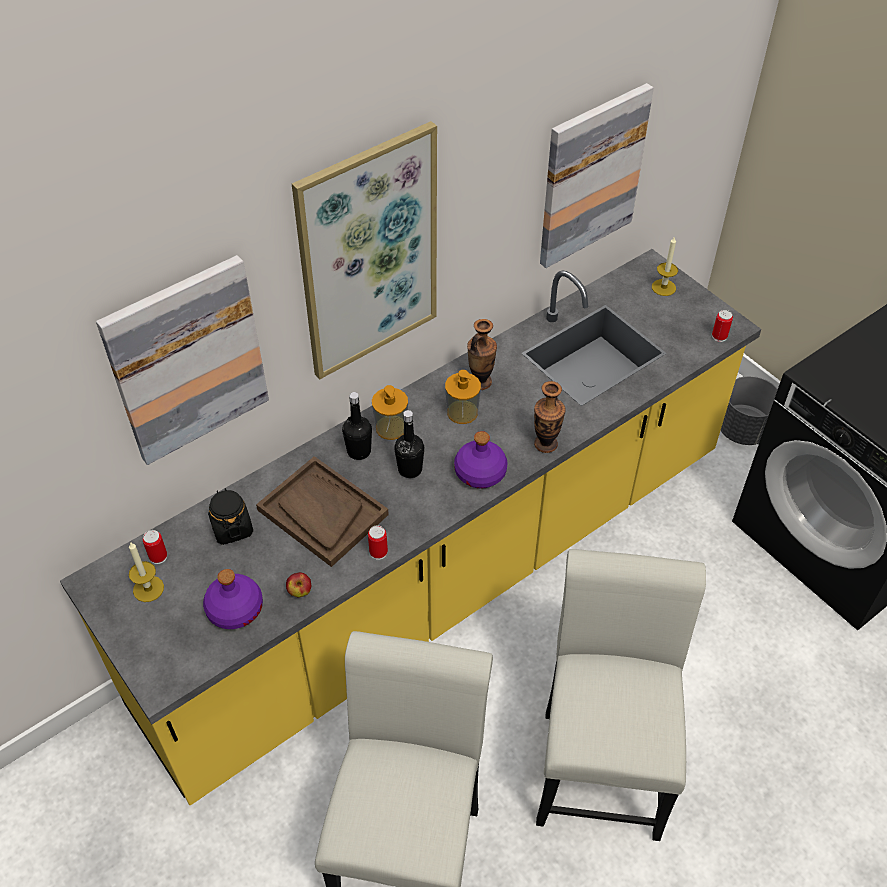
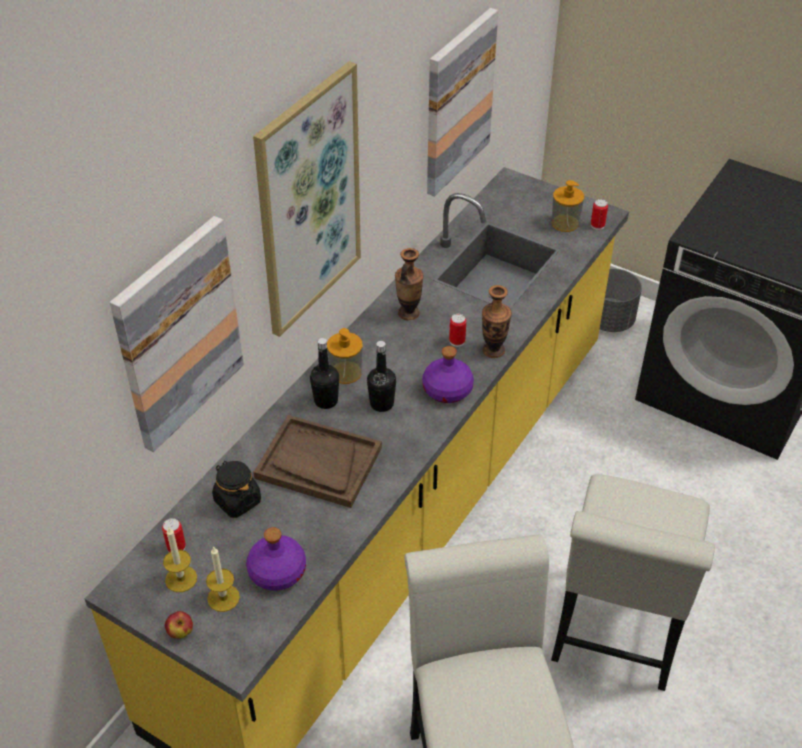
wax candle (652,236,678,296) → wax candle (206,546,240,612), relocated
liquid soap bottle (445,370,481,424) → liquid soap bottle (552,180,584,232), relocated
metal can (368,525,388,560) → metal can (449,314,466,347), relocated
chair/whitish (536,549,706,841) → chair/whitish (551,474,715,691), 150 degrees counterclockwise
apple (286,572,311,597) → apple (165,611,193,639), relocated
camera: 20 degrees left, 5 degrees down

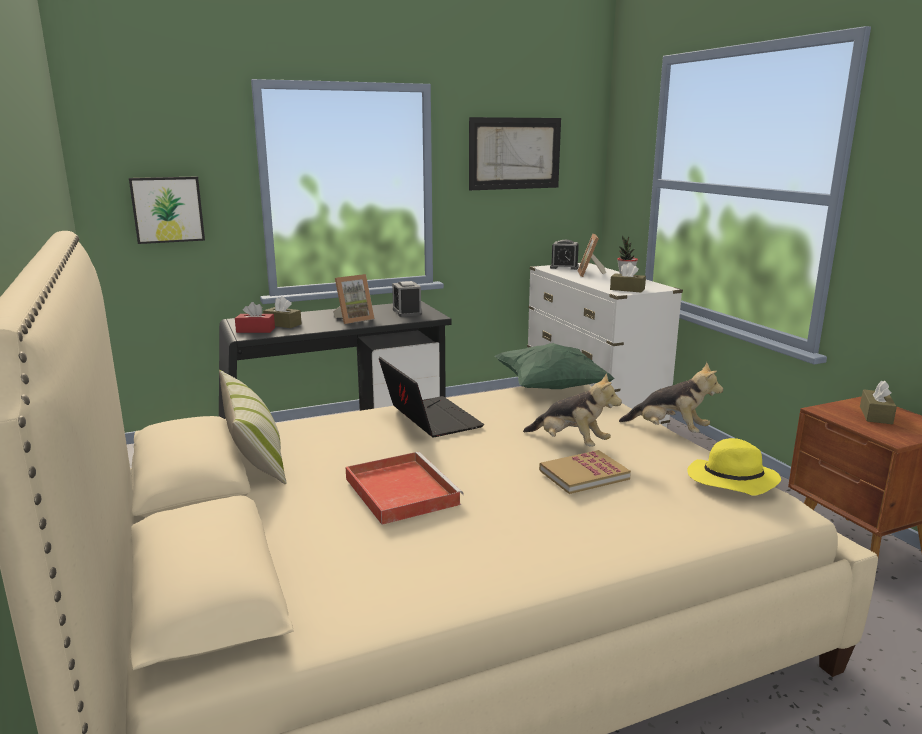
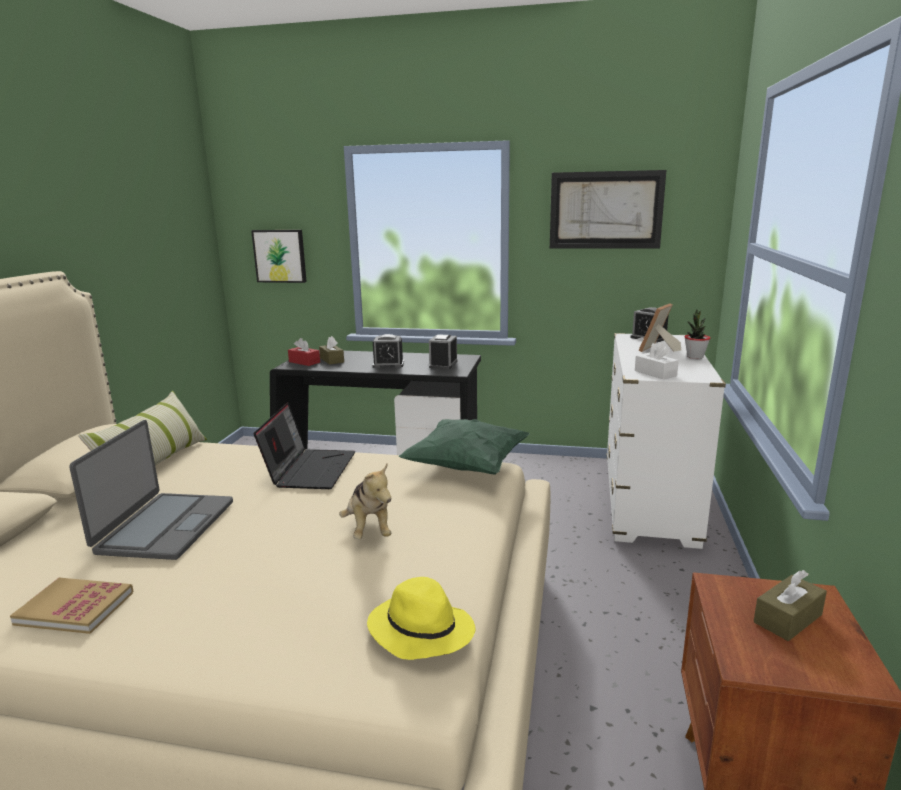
tissue holder/brownish (610,262,646,293) → tissue holder/whitish (635,342,679,379)
standing frame (333,274,375,324) → bedside clock (373,334,404,368)
cuddly toy (619,362,723,433) → -
volume (539,450,631,494) → volume (10,578,134,634), relocated
serving tray/red (346,452,463,525) → notebook computer (69,420,233,560)
camera: 35 degrees right, 0 degrees up

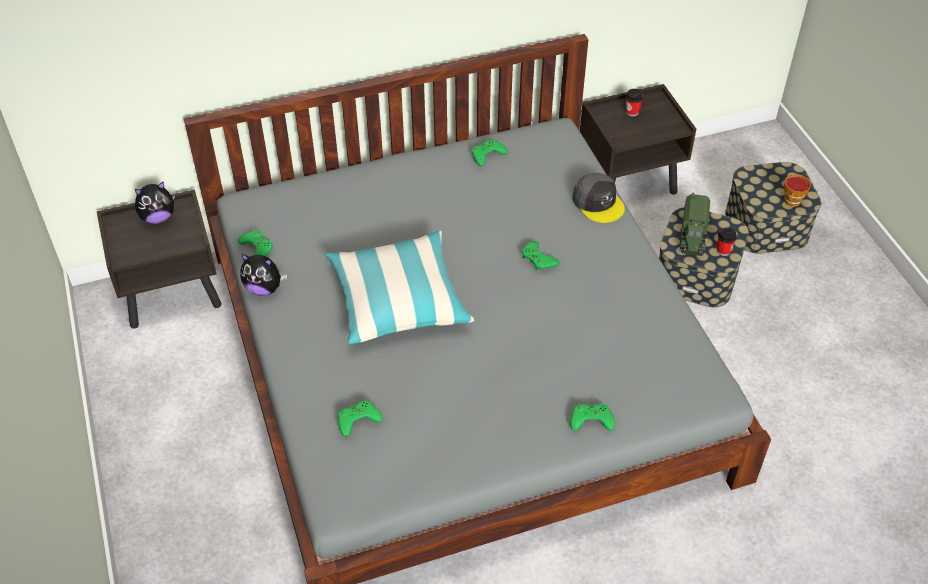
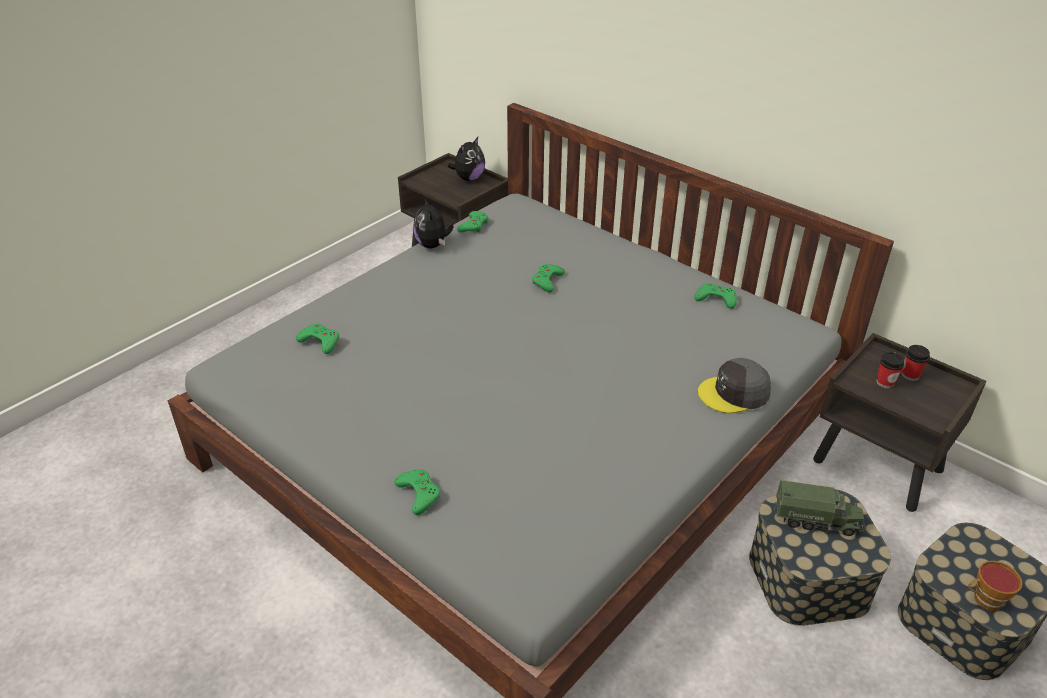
cap/gray (572,173,625,223) → cap/gray (698,358,771,413), 45 degrees clockwise
cuddly toy (135,182,175,224) → cuddly toy (448,137,485,181), 90 degrees counterclockwise
model truck (680,193,710,256) → model truck (774,480,865,536), 150 degrees counterclockwise
drinking cup (717,227,737,256) → drinking cup (876,352,904,388), relocated
throw pillow (324,231,474,344) → -
joypad/greenish (522,241,559,270) → joypad/greenish (532,264,565,292), relocated
camera: 60 degrees right, 10 degrees down

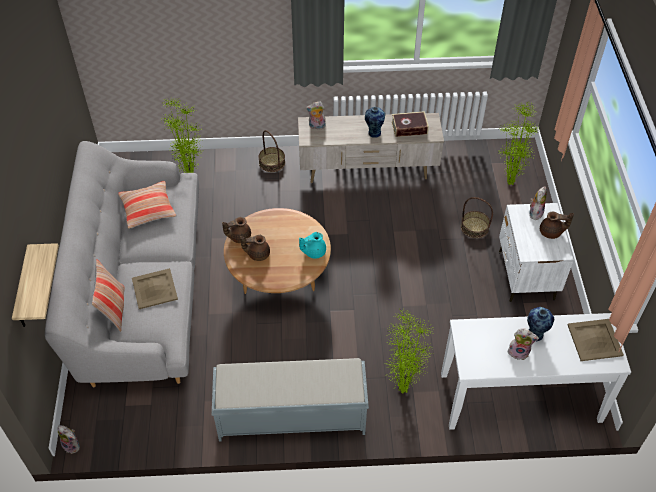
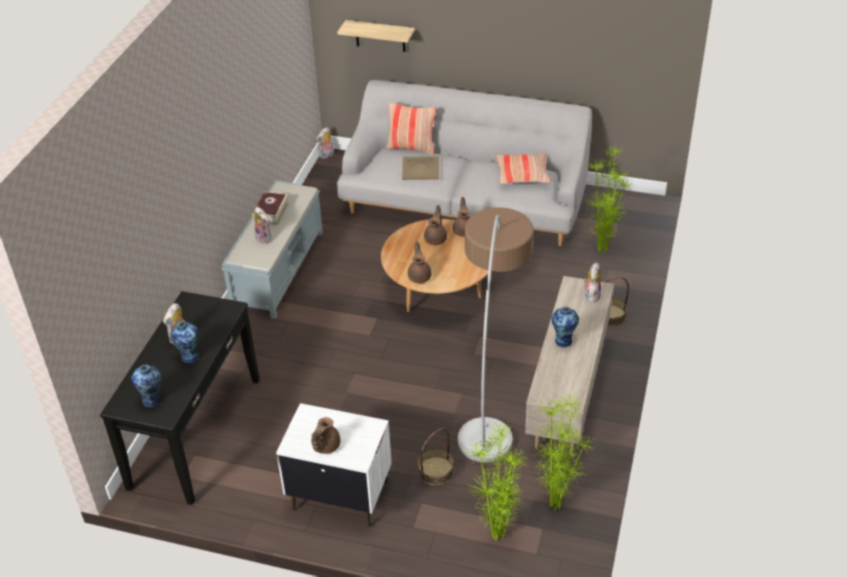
volume (392,111,429,137) → volume (252,192,289,226), relocated
cuddly toy (530,186,547,220) → cuddly toy (254,207,271,244), relocated
teapot/turquoise (299,232,326,259) → teapot/brownish (408,241,432,283)
potted plant (385,309,434,394) → potted plant (535,394,594,510), relocated
narrow table/whitish (441,313,631,430) → narrow table/black-coloured (100,291,260,505)
serving tray/beige-coloured (567,319,624,361) → decorative vase (131,365,162,407)
- → standard lamp (458,207,534,462)
camera: 110 degrees right, 10 degrees down

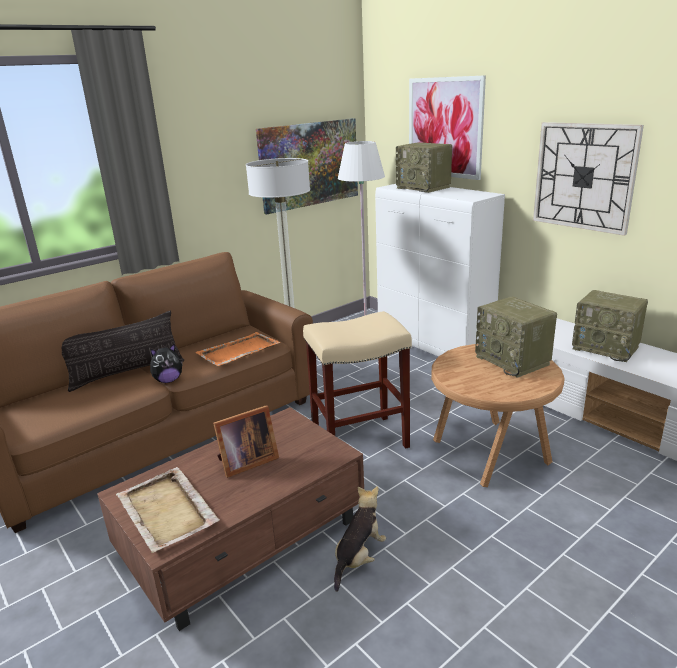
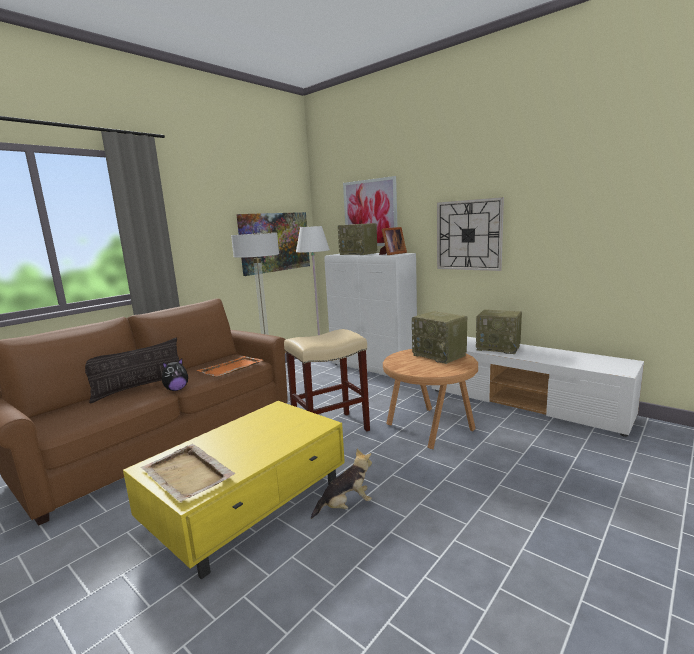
standing frame (213,405,279,478) → standing frame (379,227,407,255), relocated
low table/brownish (97,407,364,631) → low table/yellowish (123,401,345,579)
cuddly toy (334,486,386,592) → cuddly toy (311,449,372,519), 45 degrees clockwise
camera: 10 degrees left, 10 degrees down

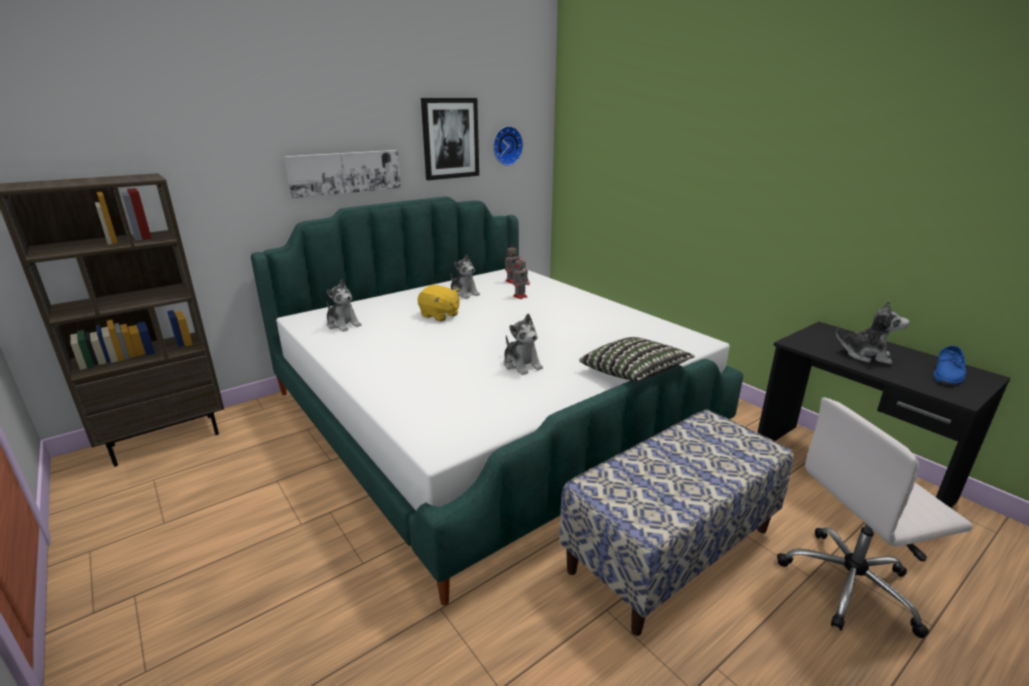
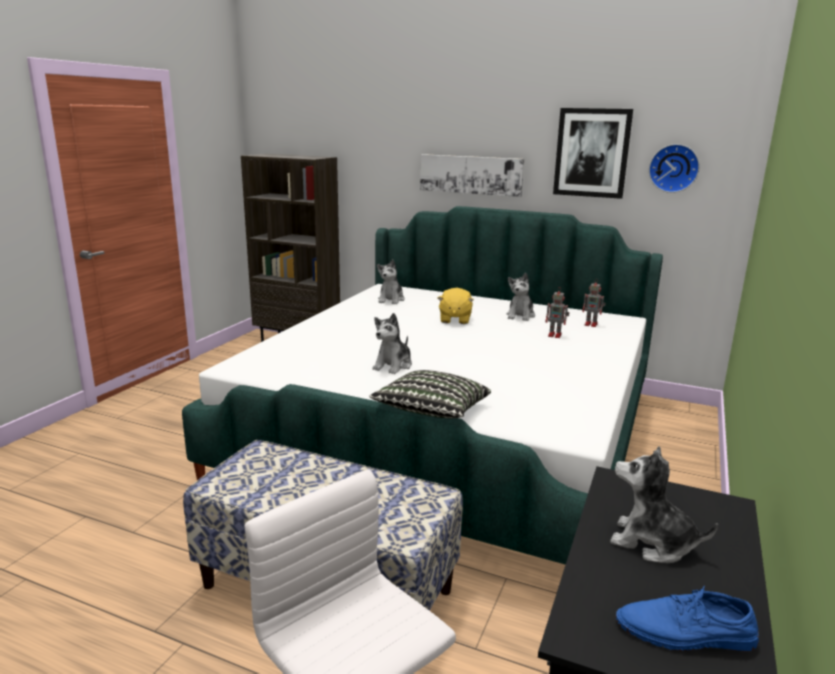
cuddly toy (836,300,910,364) → cuddly toy (610,446,718,563), 120 degrees clockwise
camera: 60 degrees right, 5 degrees down

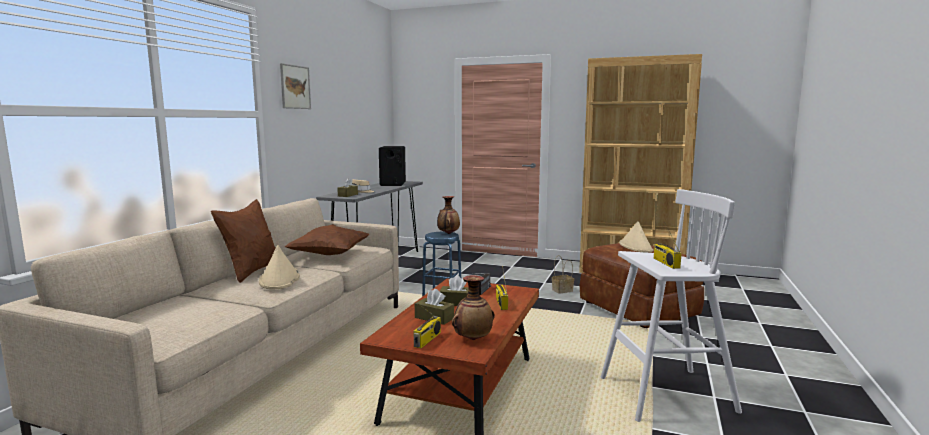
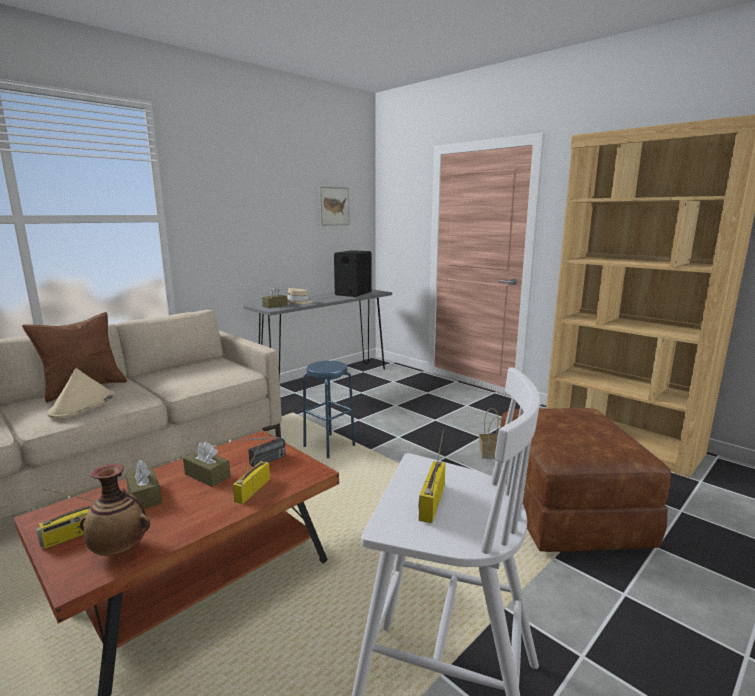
wall art (280,63,311,109) → wall art (319,186,349,226), relocated
decorative vase (437,196,460,234) → -
clothing hat/beige-coloured (619,221,653,253) → -
throw pillow/brownish (284,224,370,255) → -
camera: 25 degrees right, 5 degrees up

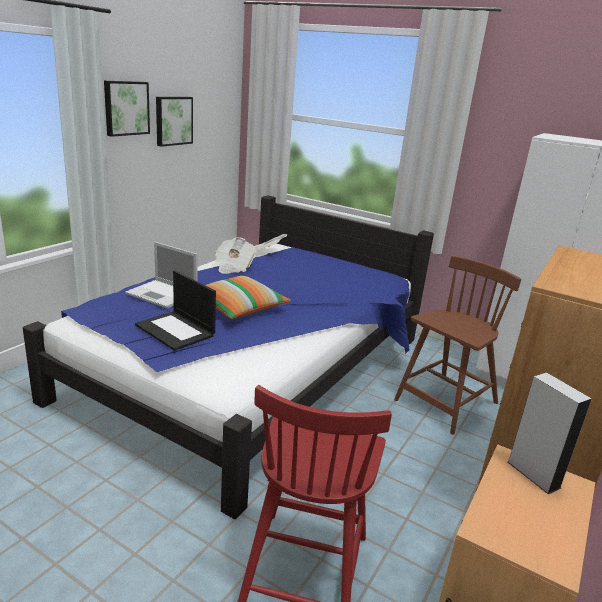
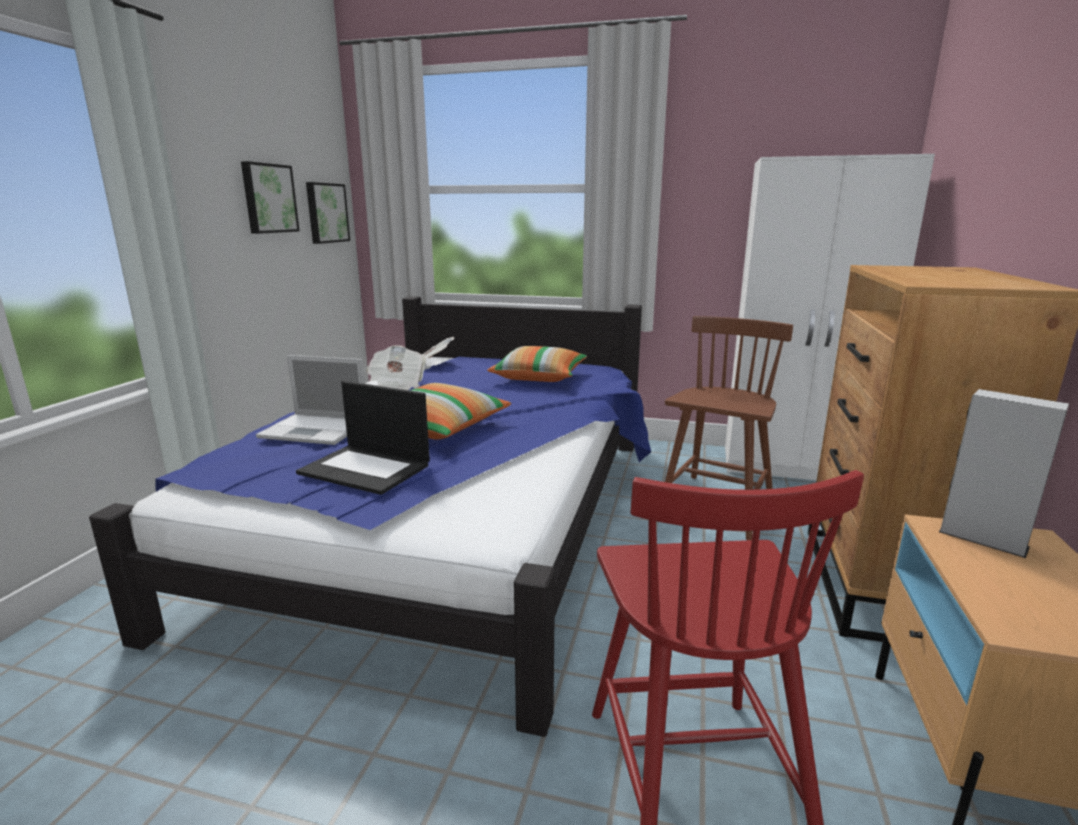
wall art (104,81,150,137) → wall art (306,182,350,244), relocated
- → throw pillow (487,346,587,382)
camera: 15 degrees left, 5 degrees down

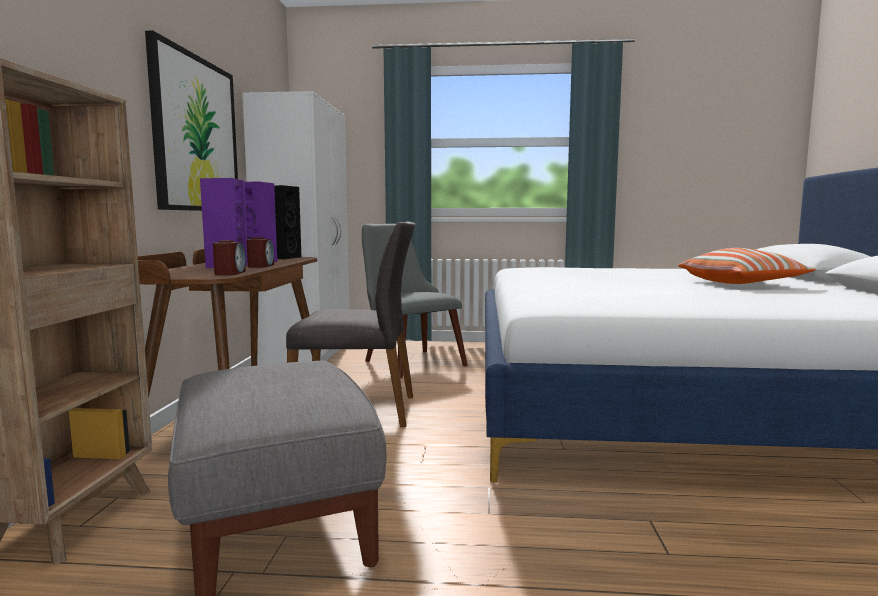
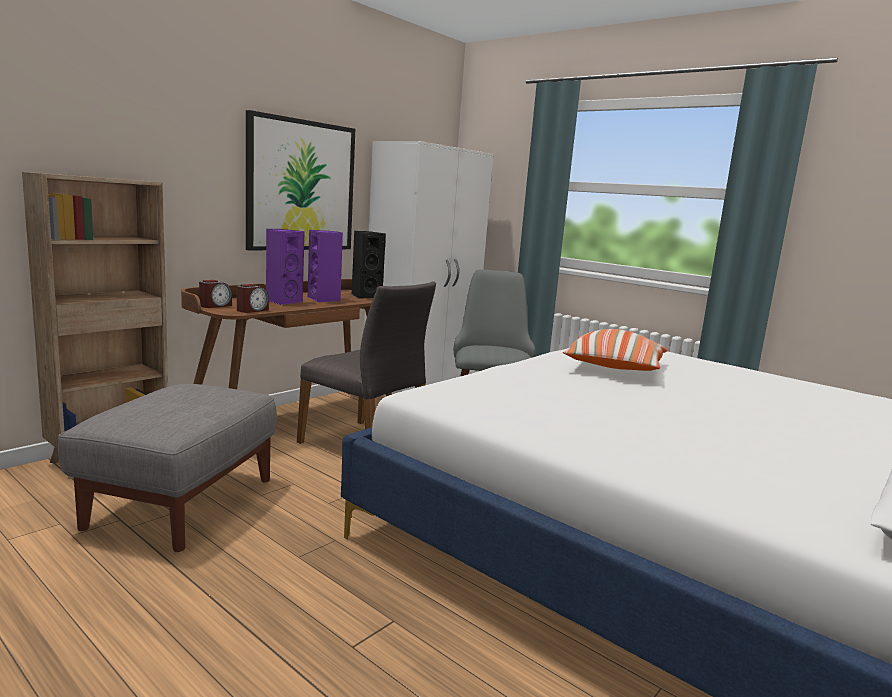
bedside clock (247,237,274,268) → bedside clock (199,280,232,308), relocated
throw pillow (678,248,816,284) → throw pillow (563,329,667,371), relocated
camera: 35 degrees right, 5 degrees up

